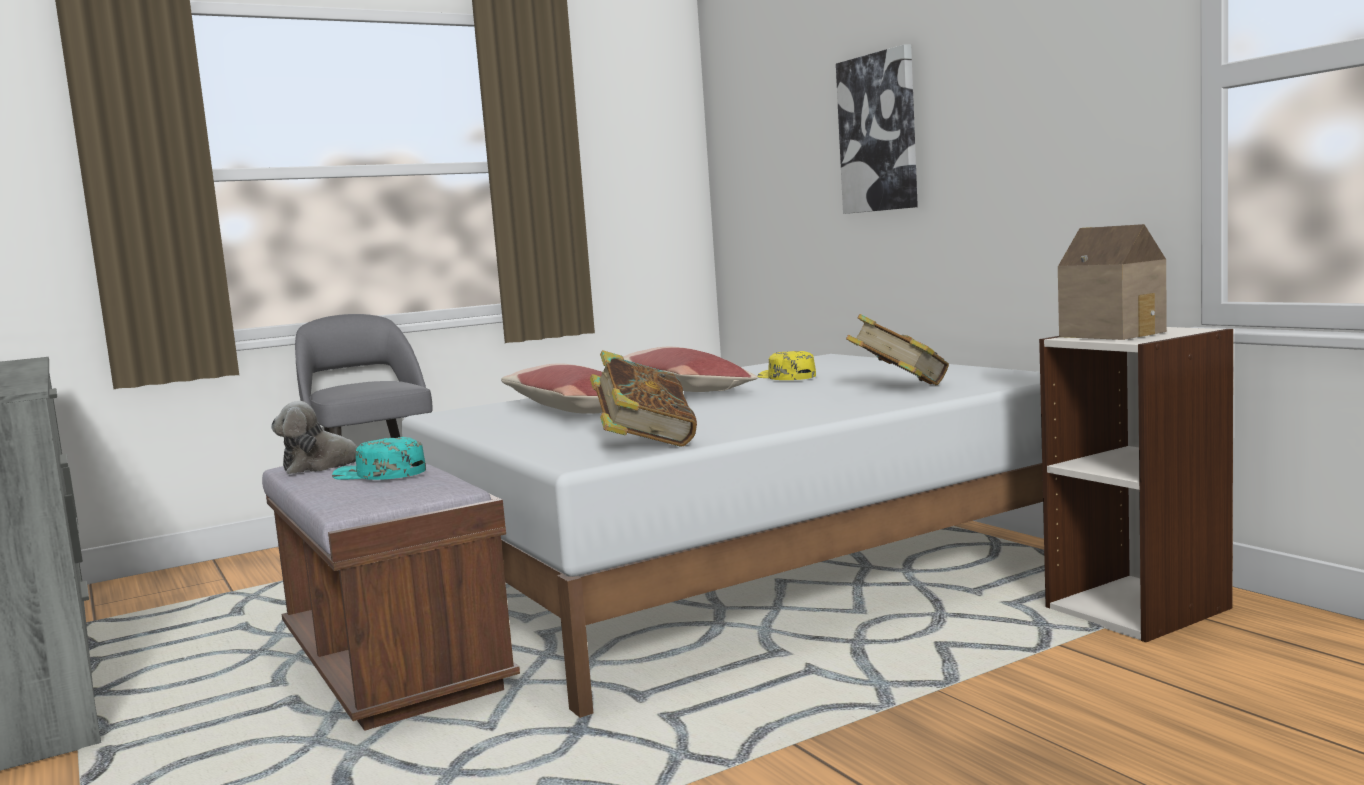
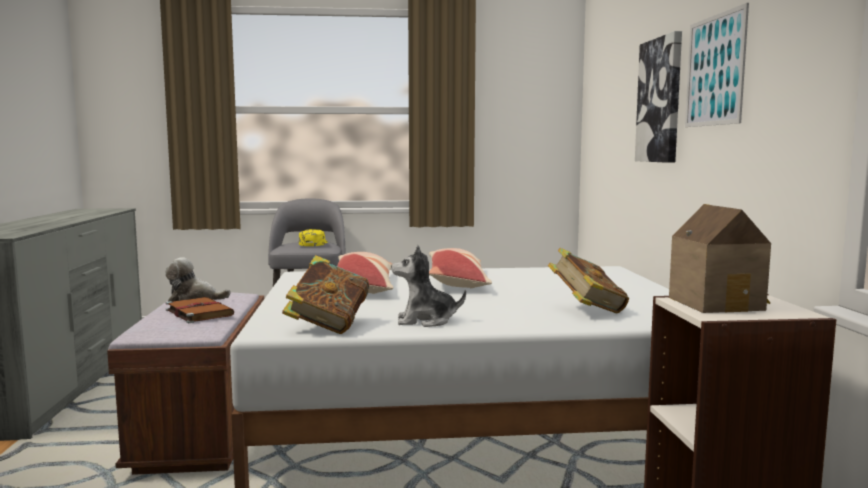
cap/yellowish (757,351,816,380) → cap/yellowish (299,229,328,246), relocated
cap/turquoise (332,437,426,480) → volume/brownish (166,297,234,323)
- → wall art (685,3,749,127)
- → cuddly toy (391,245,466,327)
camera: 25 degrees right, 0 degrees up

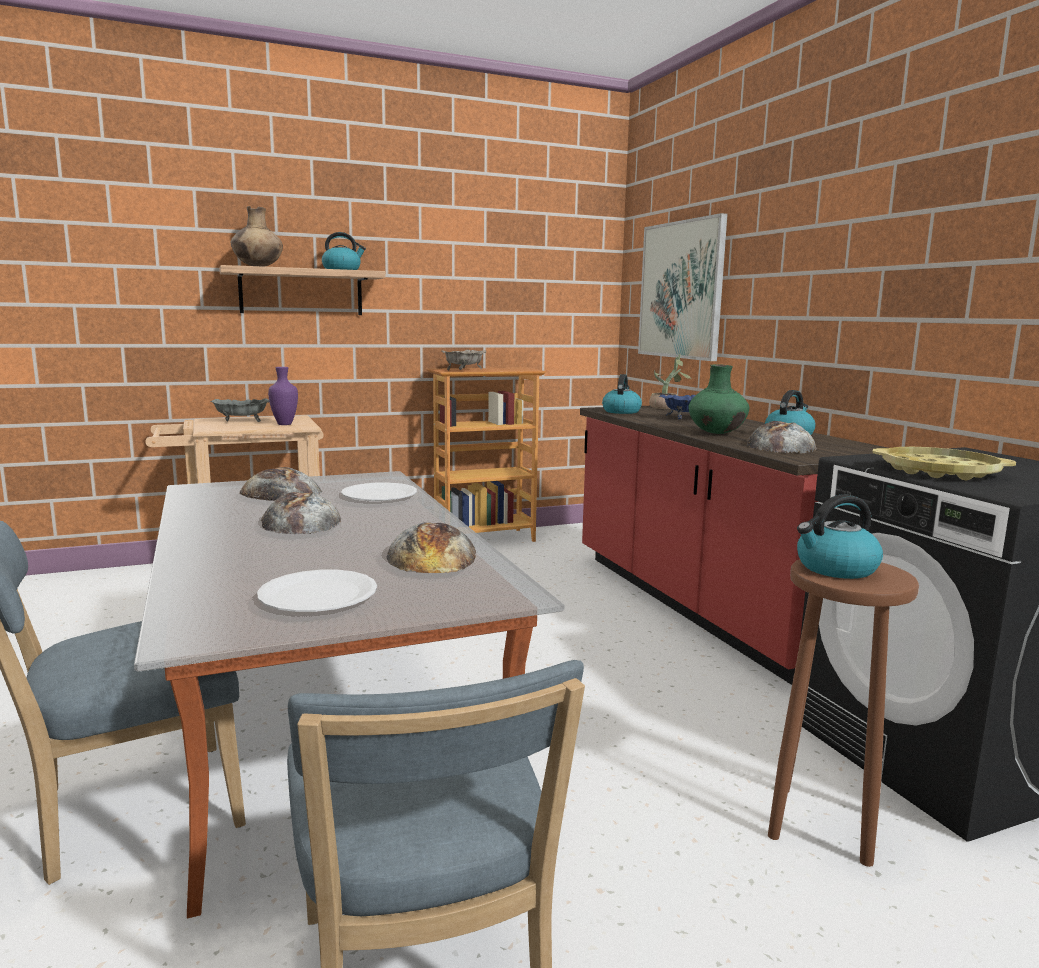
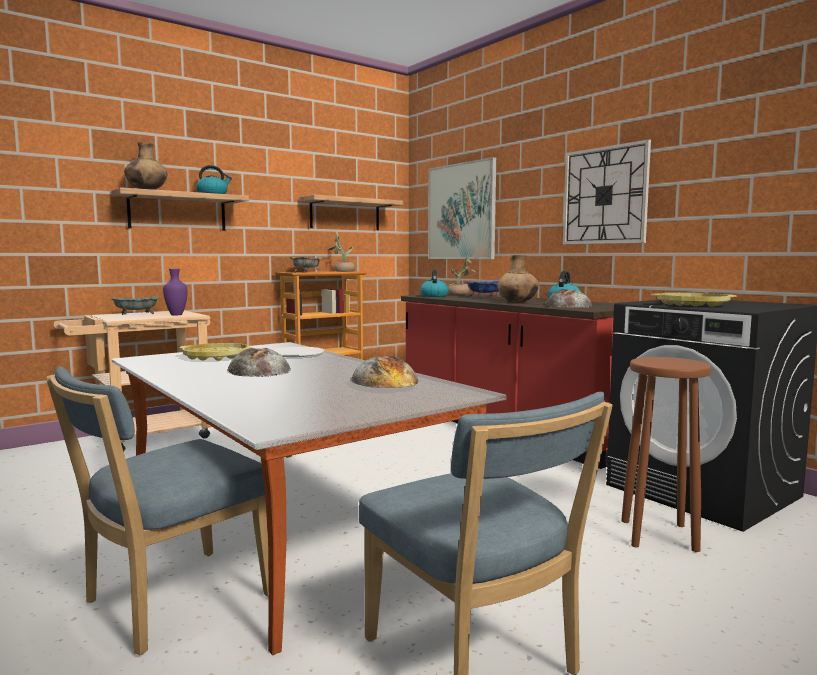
decorative vase/greenish (688,364,749,434) → decorative vase/brownish (497,255,539,303)
baked bread (240,467,322,501) → serving tray/yellowish (179,343,253,361)
water kettle (797,494,883,579) → -
dinner plate/whitish (257,570,377,612) → -
- → hanging clock (563,139,651,244)
- → bracket shelf (299,195,403,230)
- → potted plant (327,234,355,272)
camera: 15 degrees left, 5 degrees down

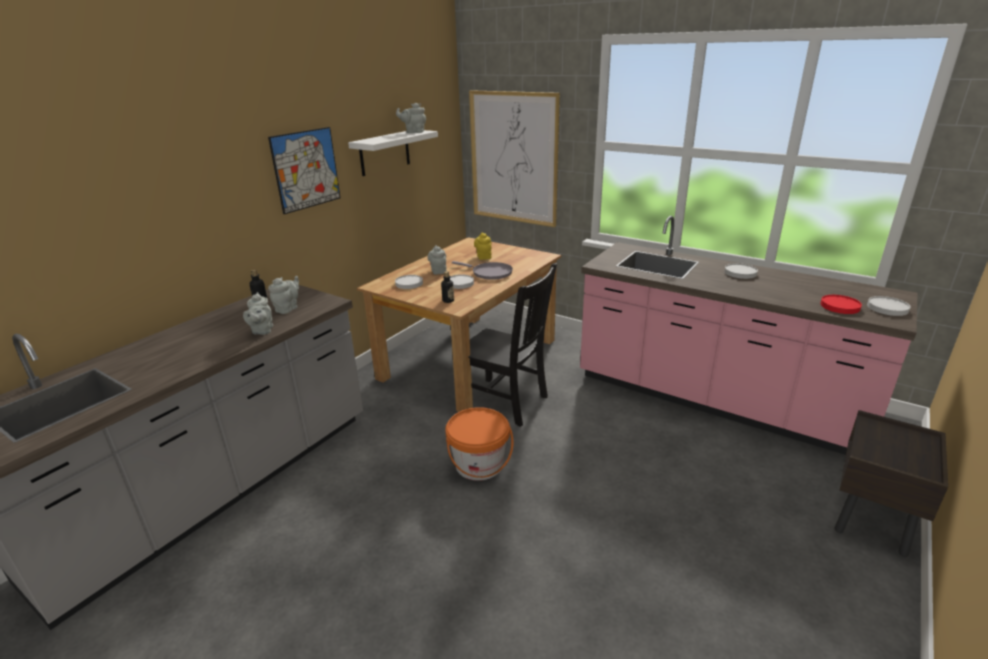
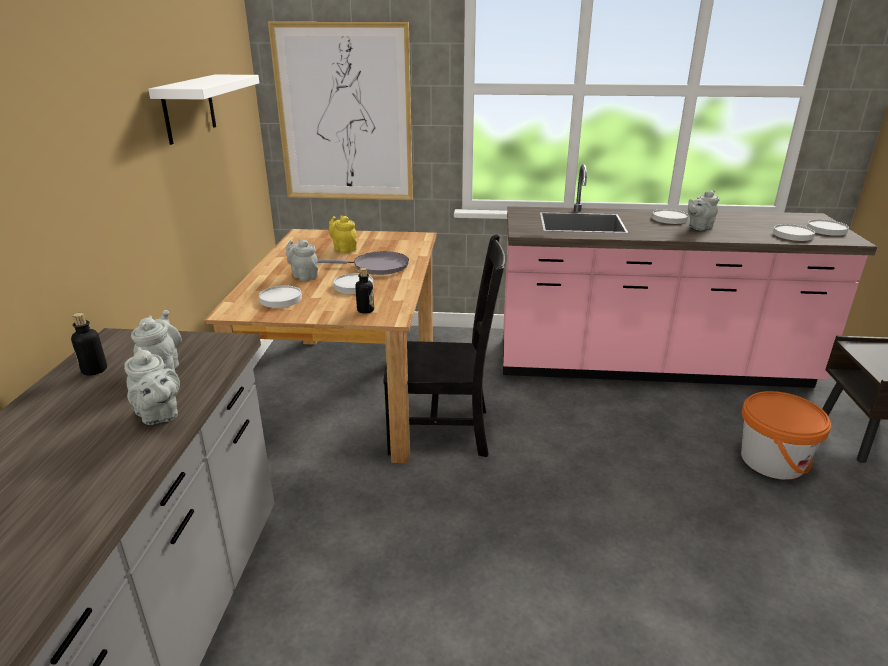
teapot/gray (396,103,426,133) → teapot/gray (688,190,720,230), relocated
wall art (268,127,341,214) → -
dinner plate/red (820,295,862,314) → dinner plate/whitish (773,224,815,241)
water bucket/orangey (445,407,513,481) → water bucket/orangey (741,391,831,480), relocated
camera: 30 degrees left, 0 degrees up

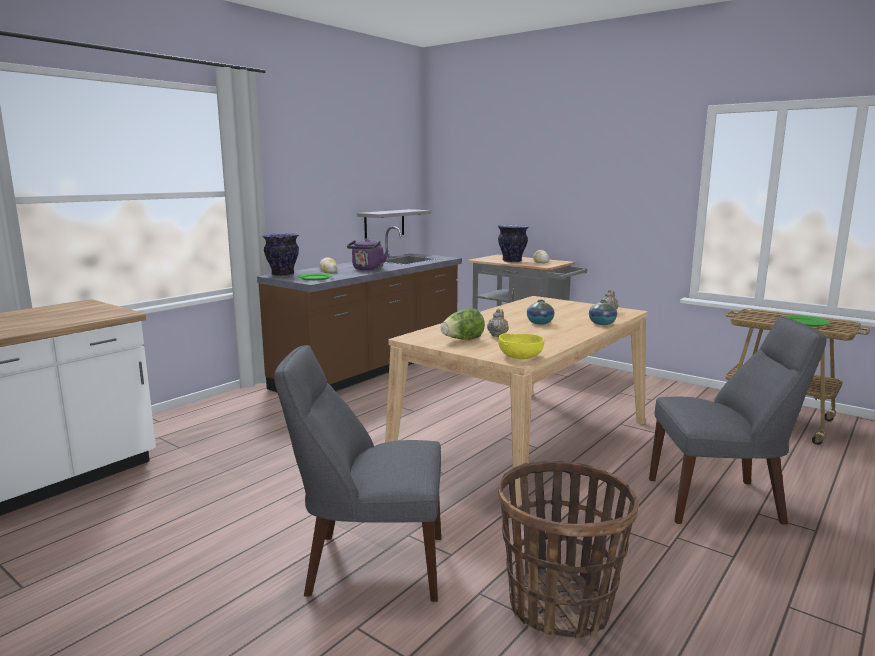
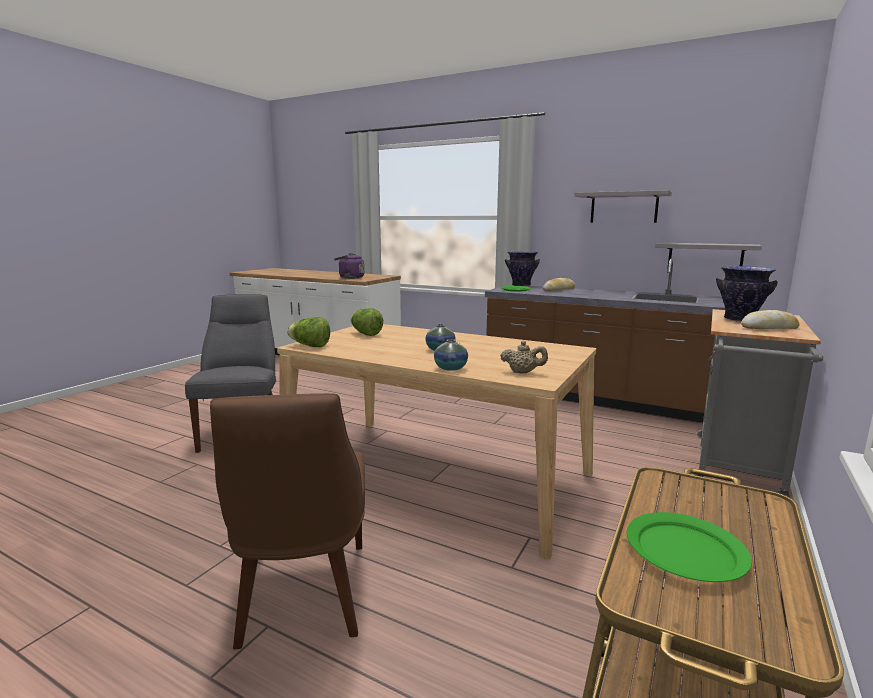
water kettle/purplish (347,238,389,270) → water kettle/purplish (334,253,365,279), relocated
teapot/beige-coloured (487,309,509,337) → -
chair/gray (649,317,827,525) → chair/brownish (210,393,365,649)
bowl/yellowish (498,333,544,359) → lettuce (287,317,330,347)
storage basket (498,461,639,639) → -
- → bracket shelf/gray (574,190,672,223)
camera: 80 degrees right, 0 degrees up

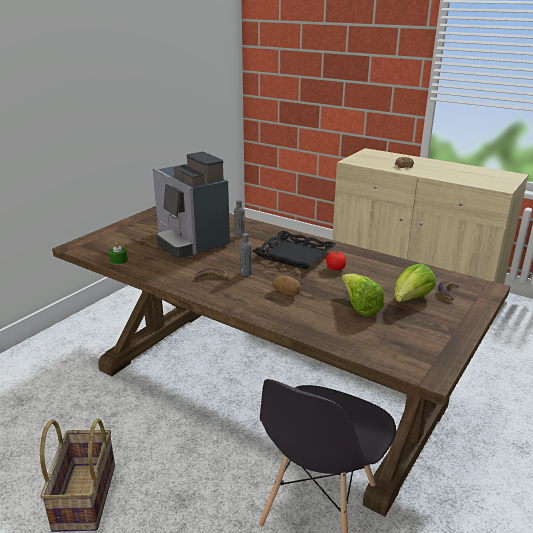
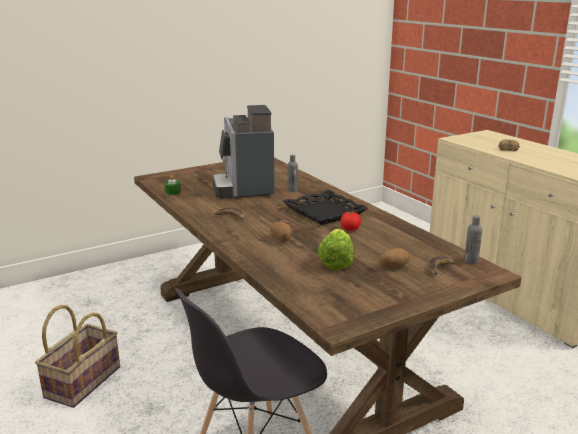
beverage bottle/gray (239,233,252,276) → beverage bottle/gray (464,215,482,264), relocated
lettuce (394,263,436,302) → potato (379,248,410,268)
camera: 25 degrees right, 5 degrees down

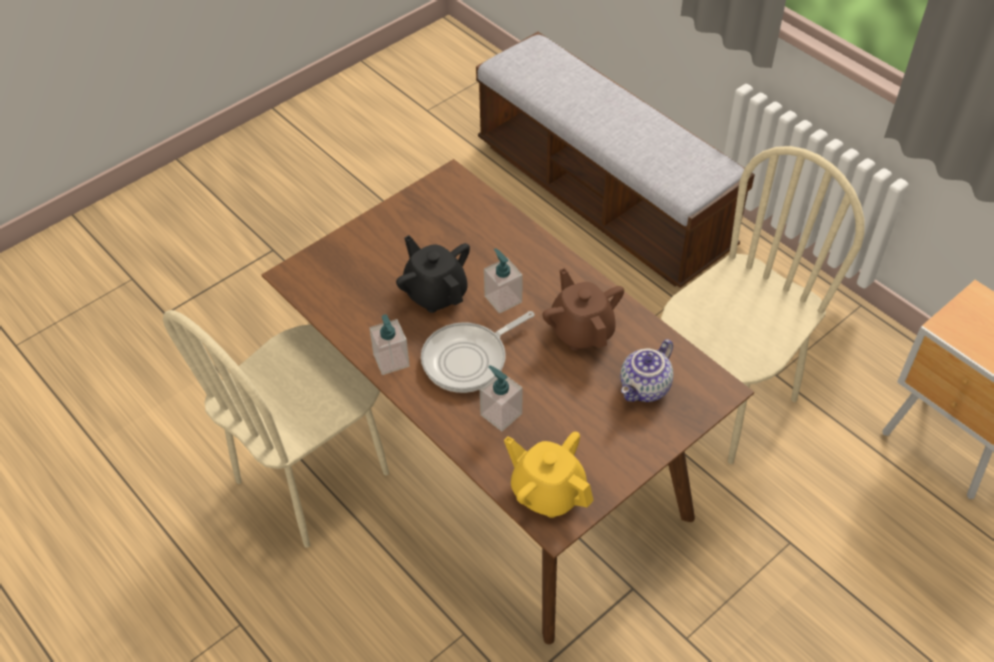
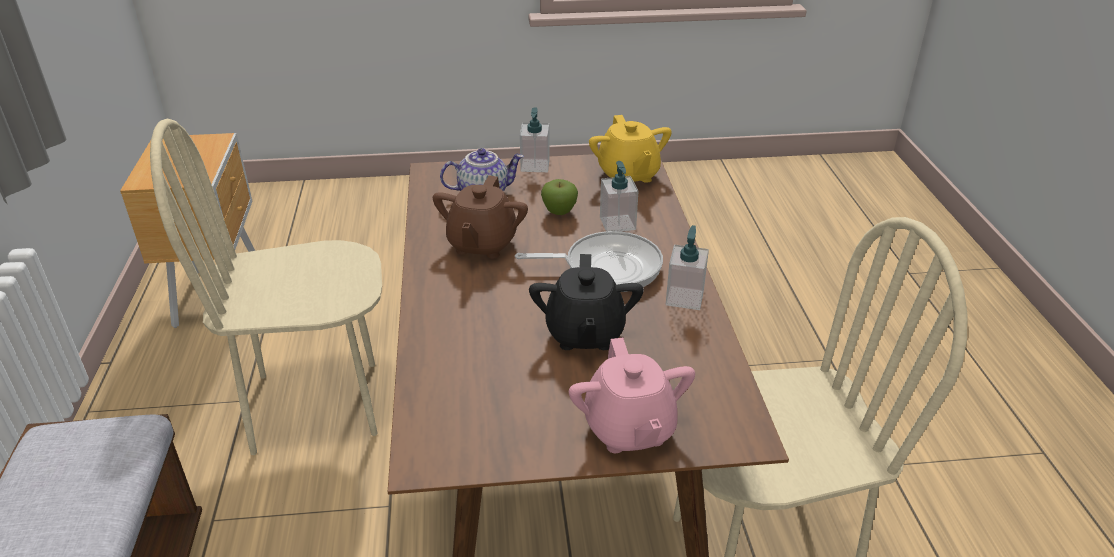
liquid soap bottle (484,248,523,313) → liquid soap bottle (520,107,550,172), relocated
- → apple (541,179,578,215)
- → teapot/pinkish (569,338,695,453)
camera: 145 degrees left, 15 degrees down

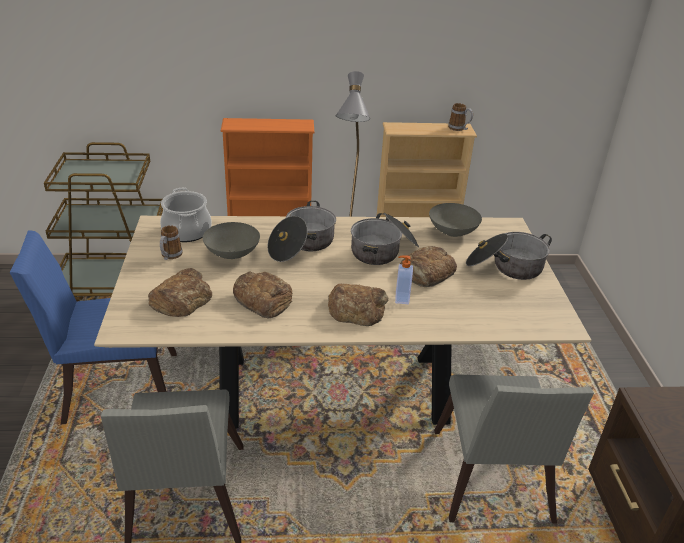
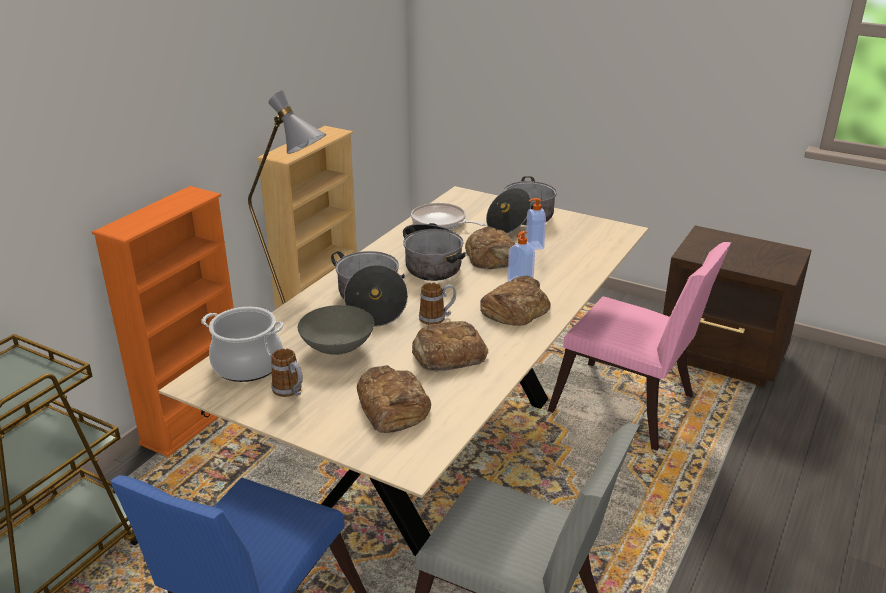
mug (448,103,473,131) → mug (419,282,456,325), relocated
bowl/gray (429,203,482,237) → skillet (411,203,487,229)
chair/gray (434,374,594,523) → chair/pinkish (548,242,731,451)
- → liquid soap bottle (526,198,546,250)
camera: 55 degrees left, 5 degrees down

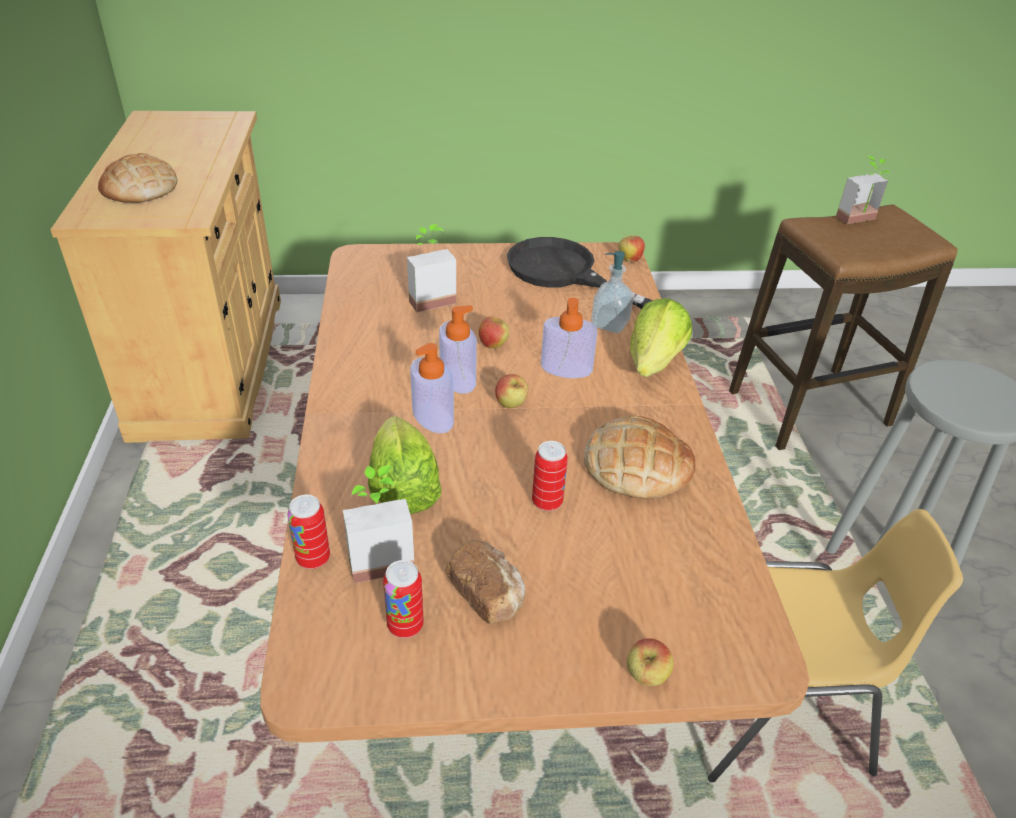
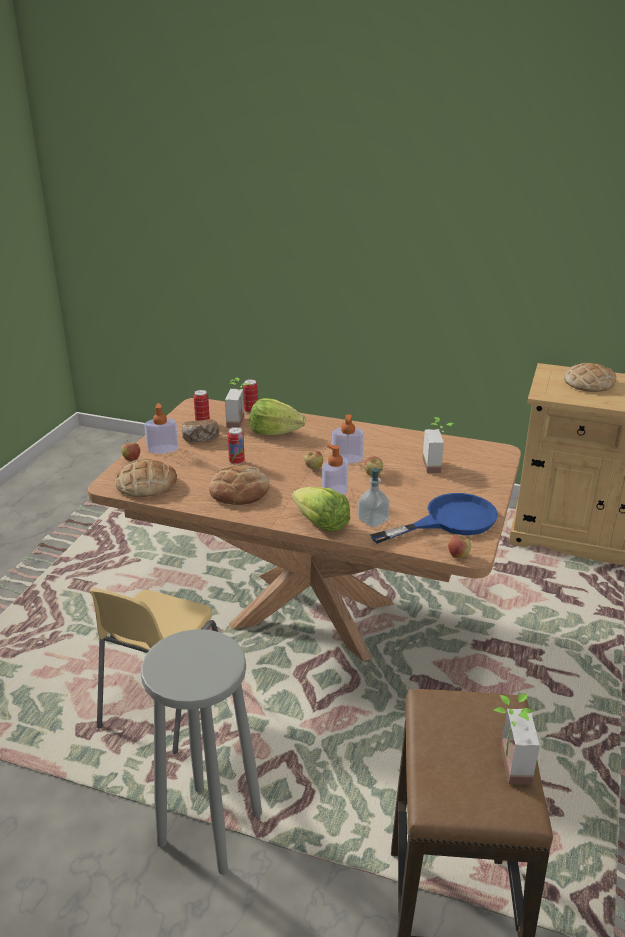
skillet/black-coloured (507,237,653,309) → skillet/bluish (370,493,498,544)
liquid soap bottle (410,343,454,433) → liquid soap bottle (144,403,178,454), relocated
- → baked bread (115,459,177,497)
camera: 115 degrees right, 10 degrees down

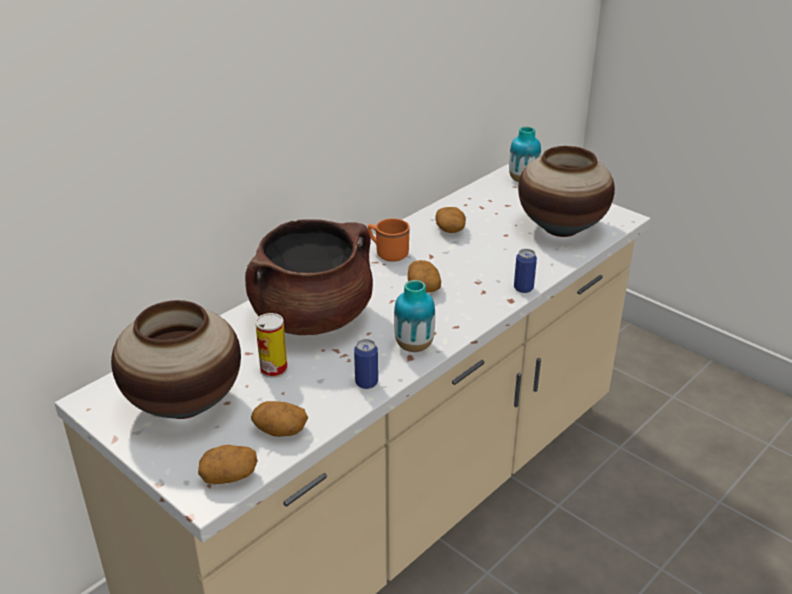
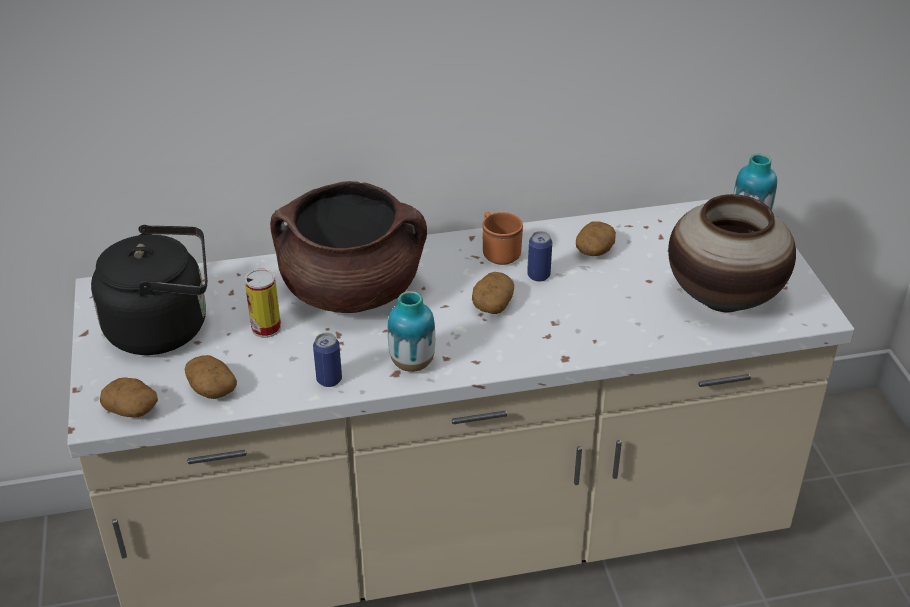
metal can (514,249,537,293) → metal can (527,231,552,282), relocated
decorative vase (111,300,241,419) → water kettle/black-coloured (91,225,207,355)
camera: 35 degrees right, 5 degrees up

